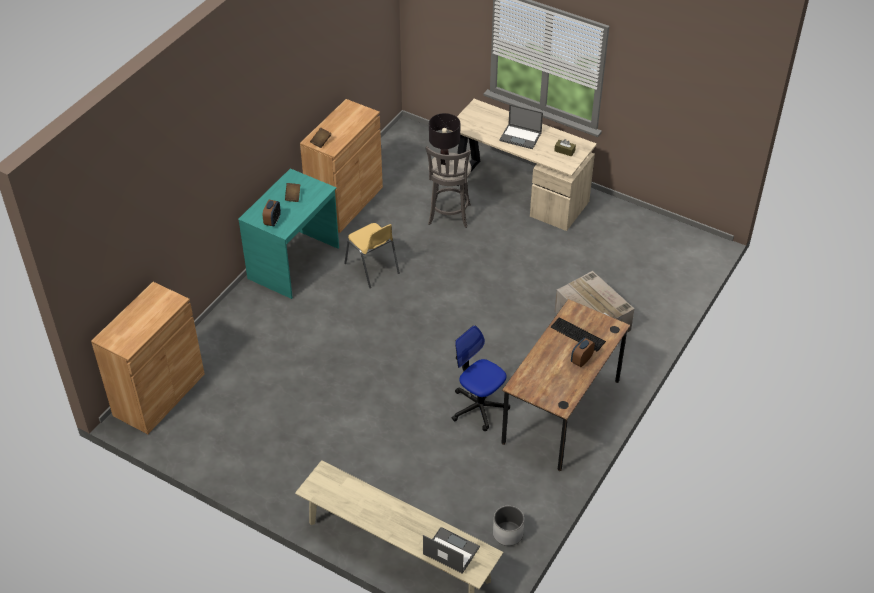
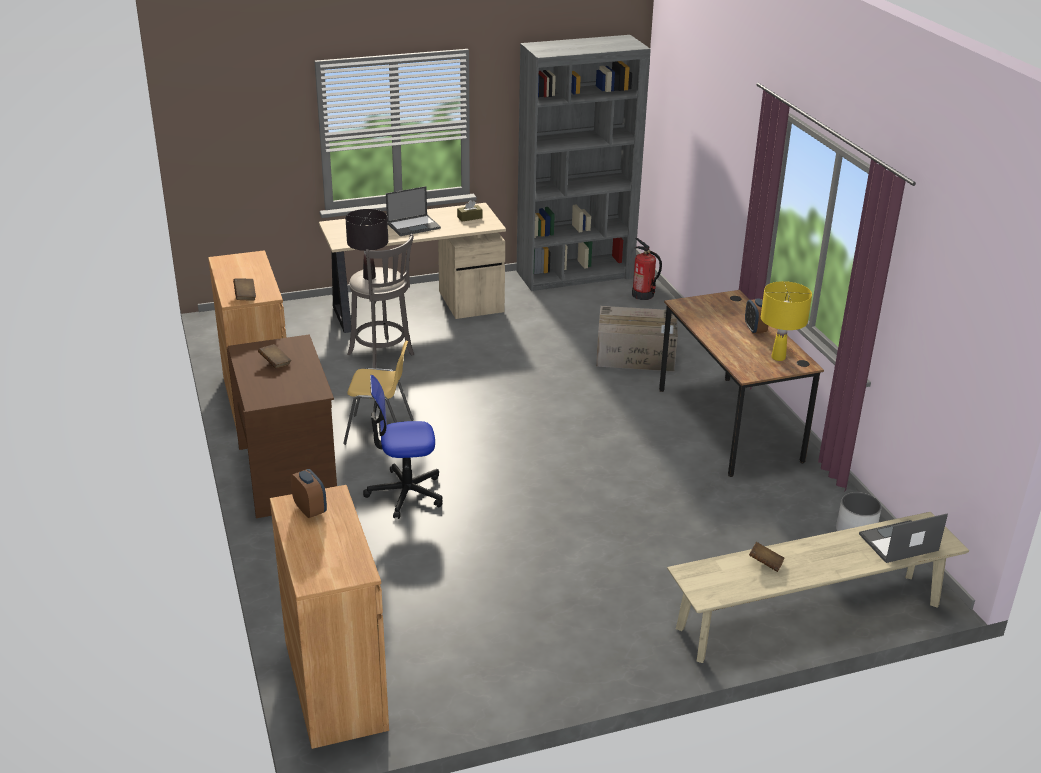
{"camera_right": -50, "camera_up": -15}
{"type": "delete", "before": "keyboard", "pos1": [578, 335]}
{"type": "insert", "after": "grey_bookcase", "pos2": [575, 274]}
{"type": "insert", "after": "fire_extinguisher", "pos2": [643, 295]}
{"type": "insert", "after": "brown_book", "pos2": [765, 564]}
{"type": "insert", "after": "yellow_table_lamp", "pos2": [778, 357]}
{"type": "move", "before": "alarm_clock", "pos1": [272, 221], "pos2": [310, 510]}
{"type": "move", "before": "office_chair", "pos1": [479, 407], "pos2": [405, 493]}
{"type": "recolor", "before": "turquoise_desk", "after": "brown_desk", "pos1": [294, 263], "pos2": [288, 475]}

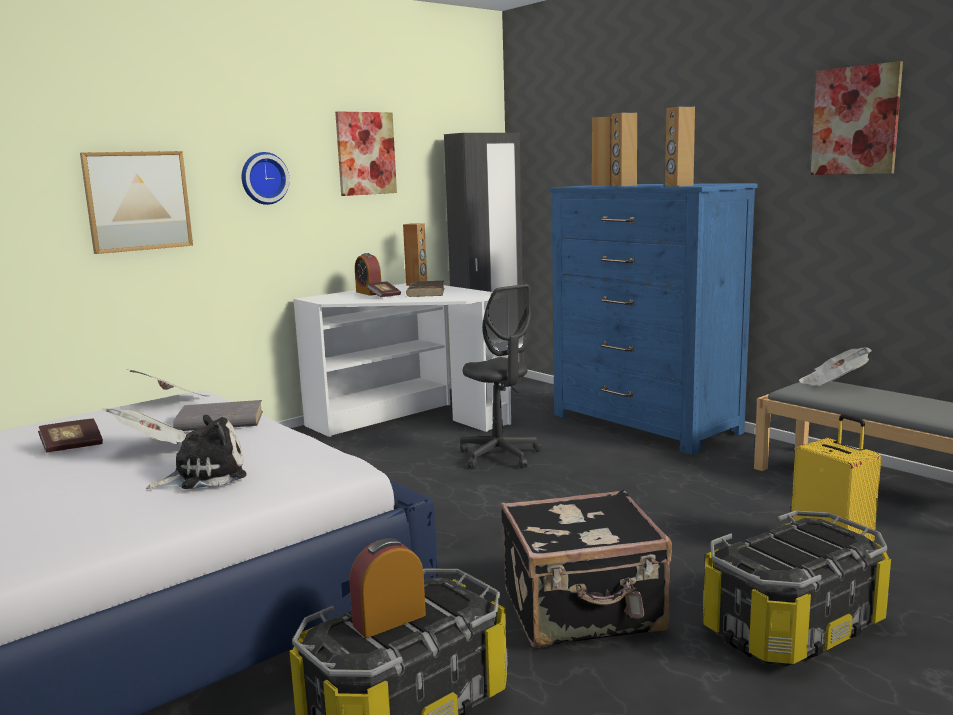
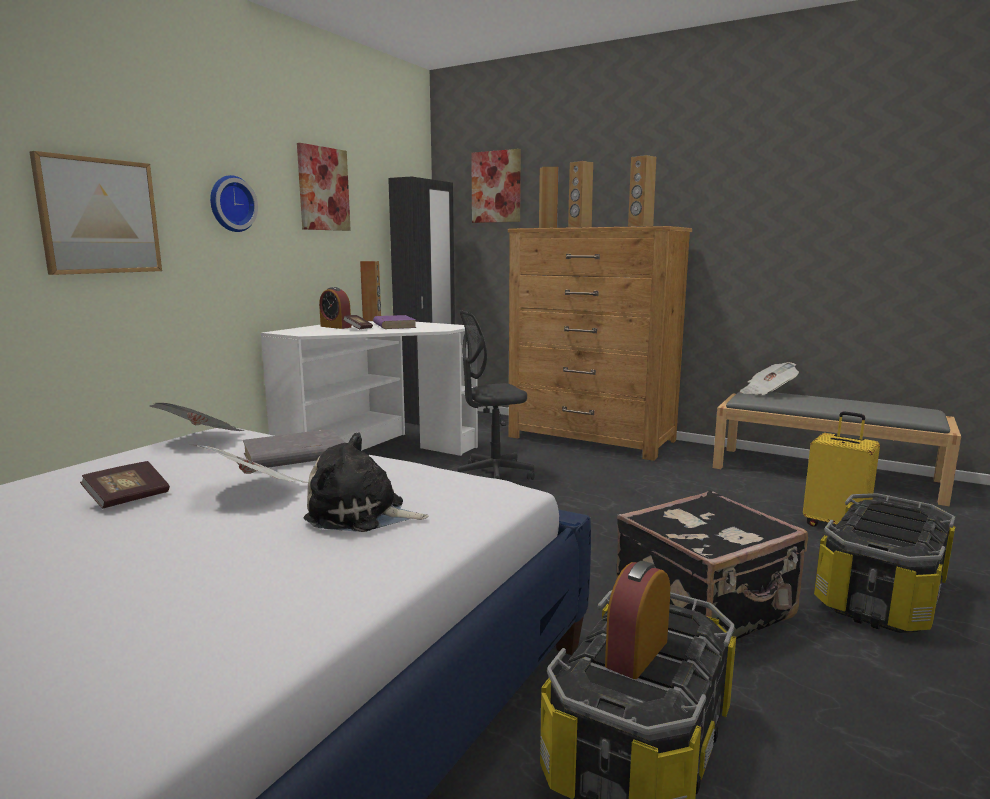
{"camera_right": -20, "camera_up": 0}
{"type": "move", "before": "picture", "pos1": [855, 121], "pos2": [496, 187]}
{"type": "recolor", "before": "brown_book", "after": "purple_book", "pos1": [425, 292], "pos2": [394, 325]}
{"type": "recolor", "before": "blue_dresser", "after": "brown_dresser", "pos1": [644, 424], "pos2": [591, 439]}
{"type": "rotate", "before": "plush_toy", "pos1": [204, 475], "pos2": [361, 514], "turn": -120}
{"type": "rotate", "before": "grey_office_chair", "pos1": [500, 456], "pos2": [493, 476], "turn": 120}

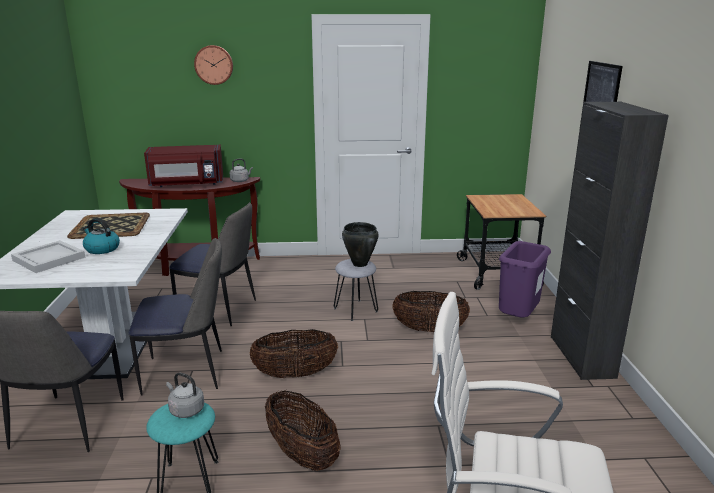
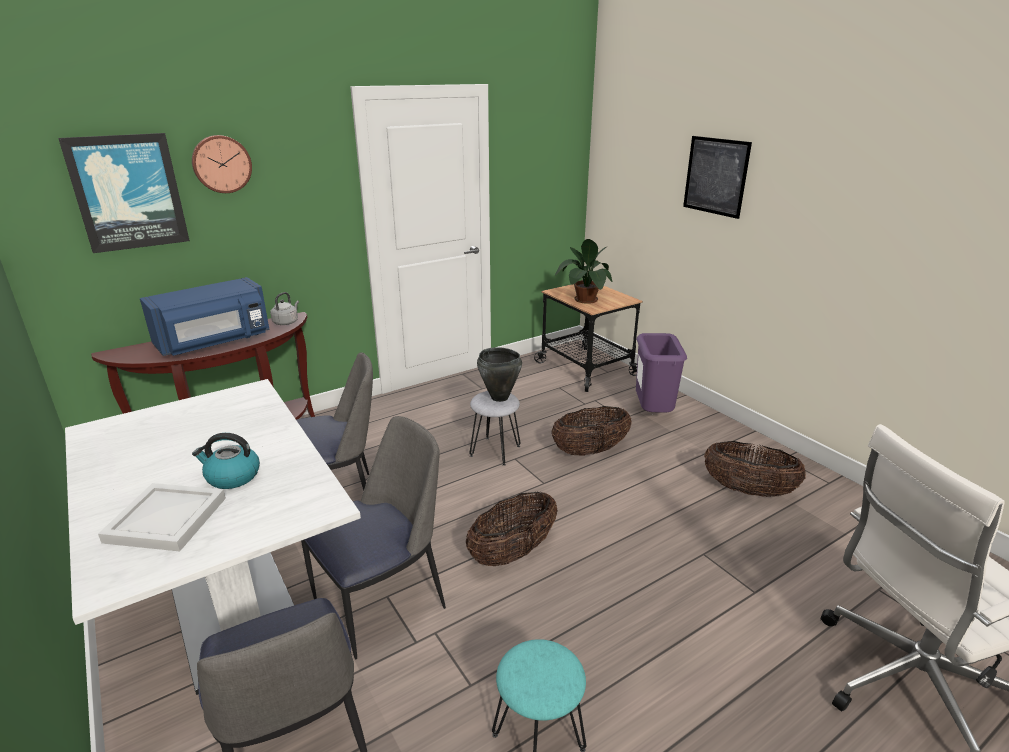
{"camera_right": -30, "camera_up": 5}
{"type": "delete", "before": "tray", "pos1": [111, 226]}
{"type": "delete", "before": "grey_kettle", "pos1": [185, 410]}
{"type": "delete", "before": "black_cabinet", "pos1": [582, 356]}
{"type": "insert", "after": "picture", "pos2": [128, 192]}
{"type": "insert", "after": "potted_plant", "pos2": [584, 300]}
{"type": "move", "before": "basket", "pos1": [302, 454], "pos2": [748, 490]}
{"type": "recolor", "before": "red_microwave", "after": "blue_microwave", "pos1": [186, 184], "pos2": [215, 342]}

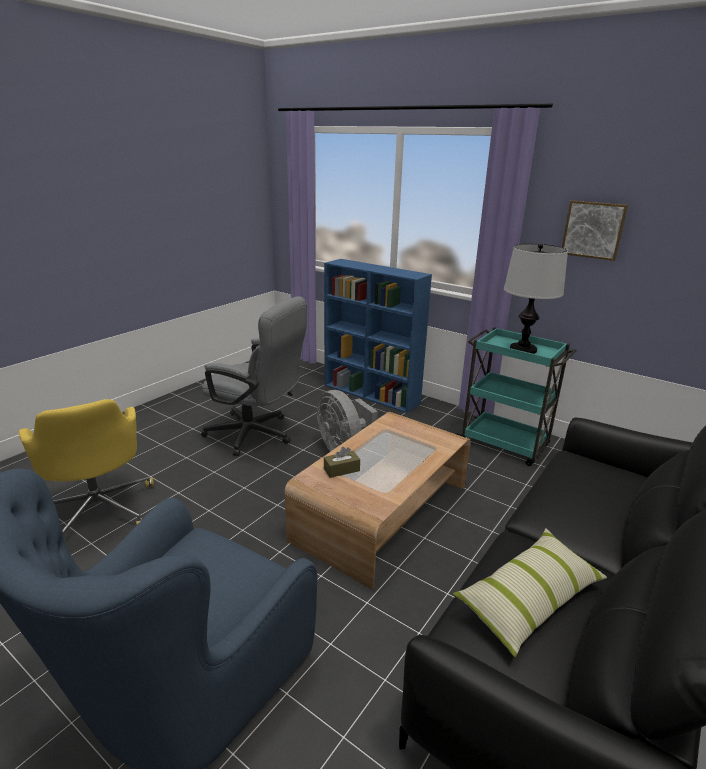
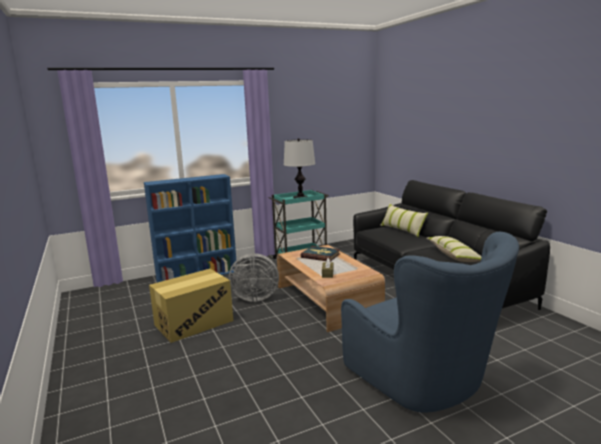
{"camera_right": -60, "camera_up": -10}
{"type": "delete", "before": "yellow_office_chair", "pos1": [99, 511]}
{"type": "delete", "before": "picture", "pos1": [593, 229]}
{"type": "insert", "after": "book", "pos2": [320, 255]}
{"type": "insert", "after": "pillow", "pos2": [402, 230]}
{"type": "replace", "before": "grey_office_chair", "after": "cardboard_box", "pos1": [257, 435], "pos2": [194, 323]}

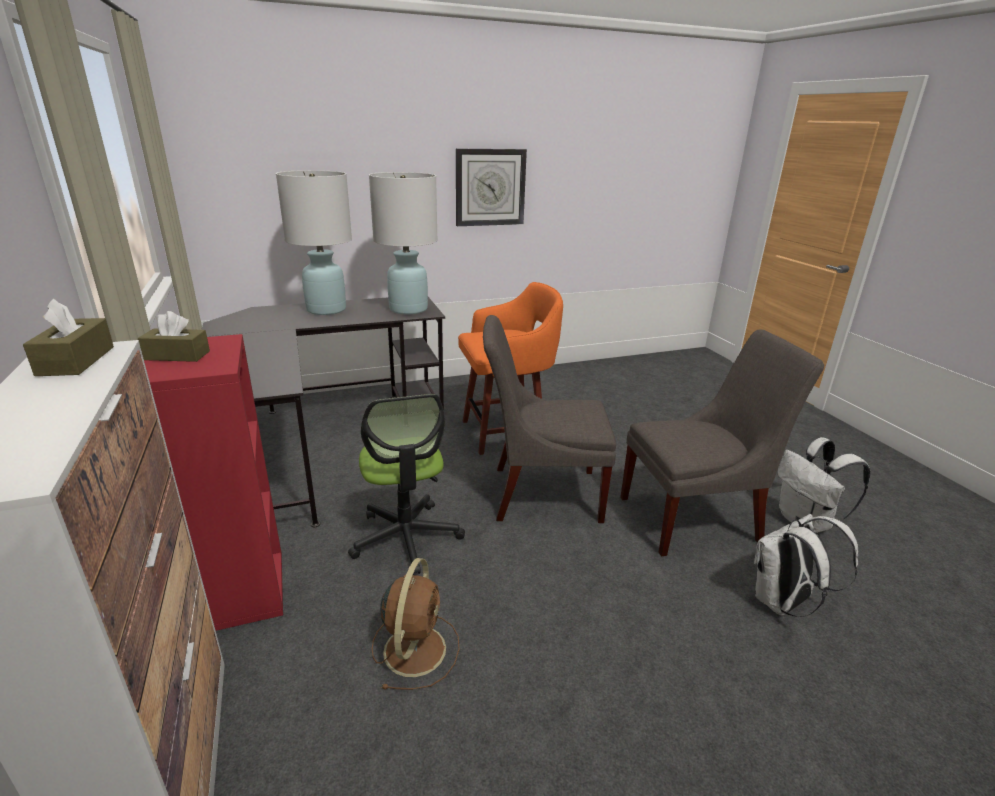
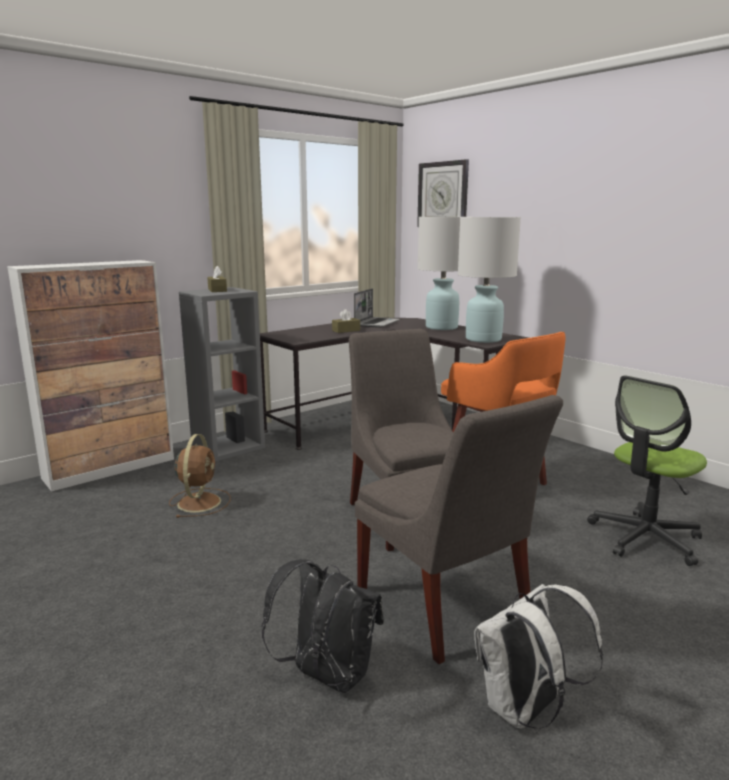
{"camera_right": 70, "camera_up": -10}
{"type": "insert", "after": "laptop", "pos2": [376, 323]}
{"type": "move", "before": "brown_tissue_box", "pos1": [76, 361], "pos2": [346, 330]}
{"type": "move", "before": "office_chair", "pos1": [406, 537], "pos2": [645, 538]}
{"type": "move", "before": "wall_clock", "pos1": [490, 187], "pos2": [443, 195]}
{"type": "recolor", "before": "red_bookcase", "after": "grey_bookcase", "pos1": [240, 590], "pos2": [228, 447]}
{"type": "recolor", "before": "white_backpack", "after": "black_backpack", "pos1": [782, 603], "pos2": [326, 677]}
{"type": "rotate", "before": "brown_fan", "pos1": [415, 647], "pos2": [200, 502], "turn": -75}

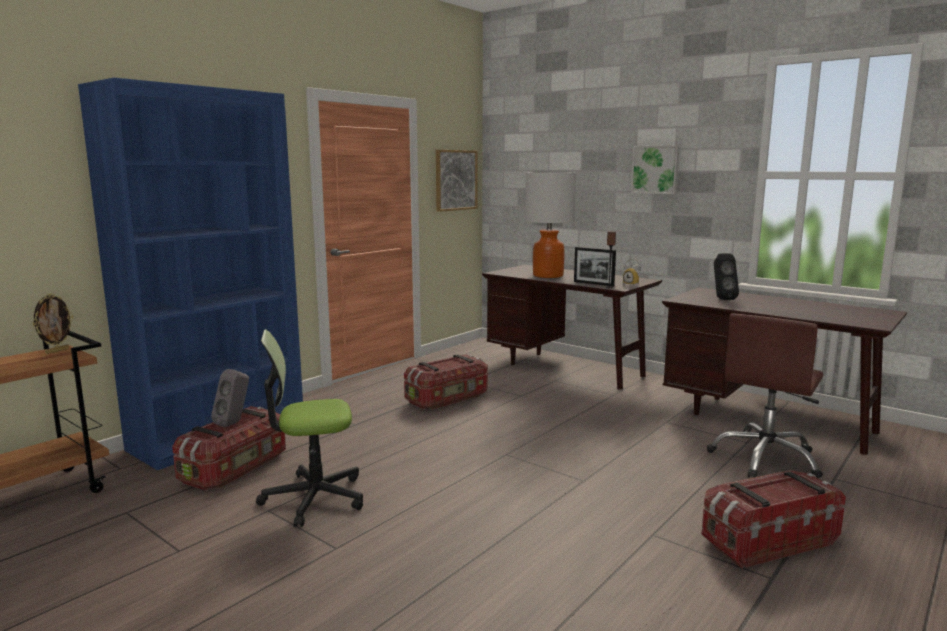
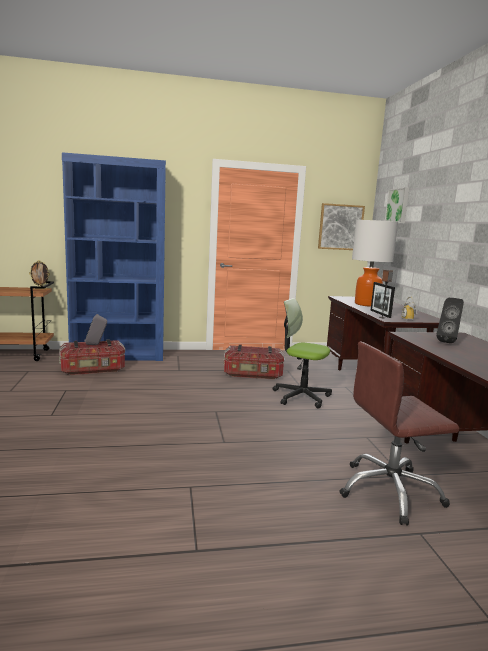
{"camera_right": 40, "camera_up": 0}
{"type": "delete", "before": "storage_box", "pos1": [767, 541]}
{"type": "move", "before": "office_chair", "pos1": [314, 498], "pos2": [301, 396]}
{"type": "move", "before": "picture", "pos1": [655, 169], "pos2": [398, 206]}

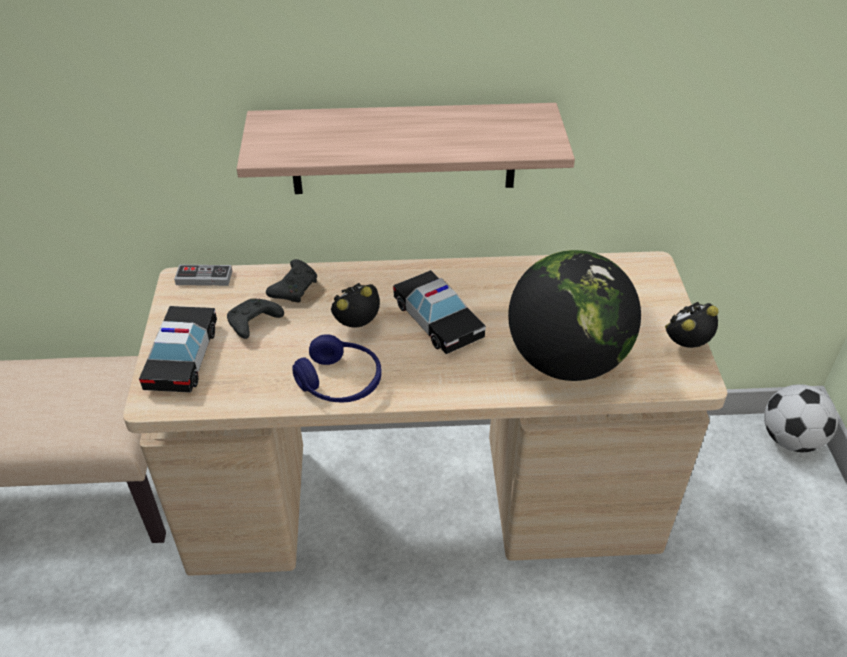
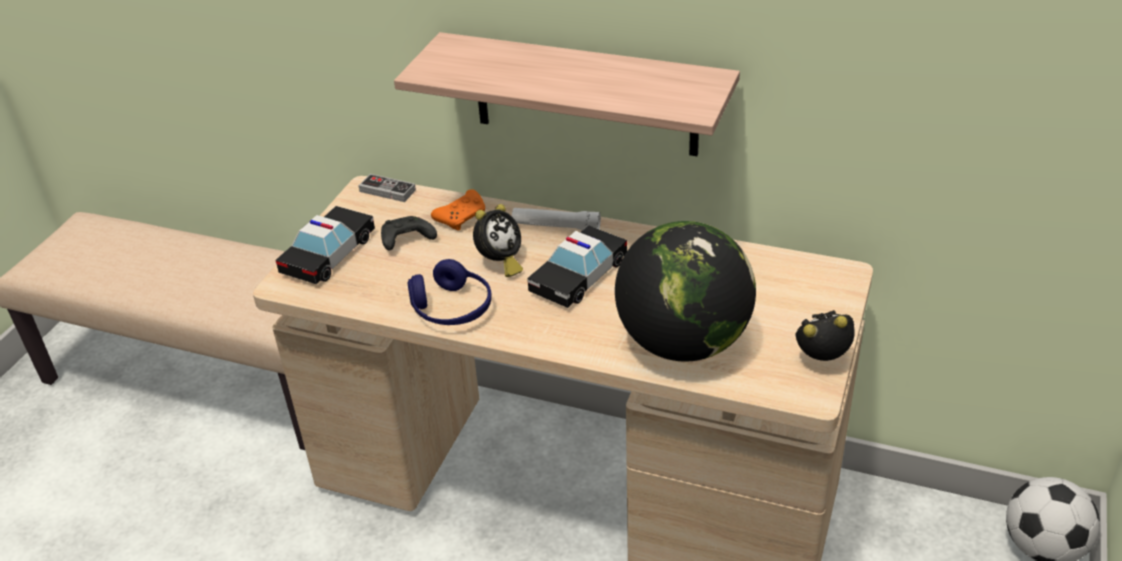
{"camera_right": 25, "camera_up": -5}
{"type": "insert", "after": "white_flashlight", "pos2": [556, 226]}
{"type": "recolor", "before": "black_game_controller", "after": "orange_game_controller", "pos1": [295, 288], "pos2": [462, 217]}
{"type": "rotate", "before": "alarm_clock", "pos1": [358, 325], "pos2": [500, 263], "turn": 135}
{"type": "rotate", "before": "toy_car", "pos1": [437, 320], "pos2": [578, 276], "turn": 45}

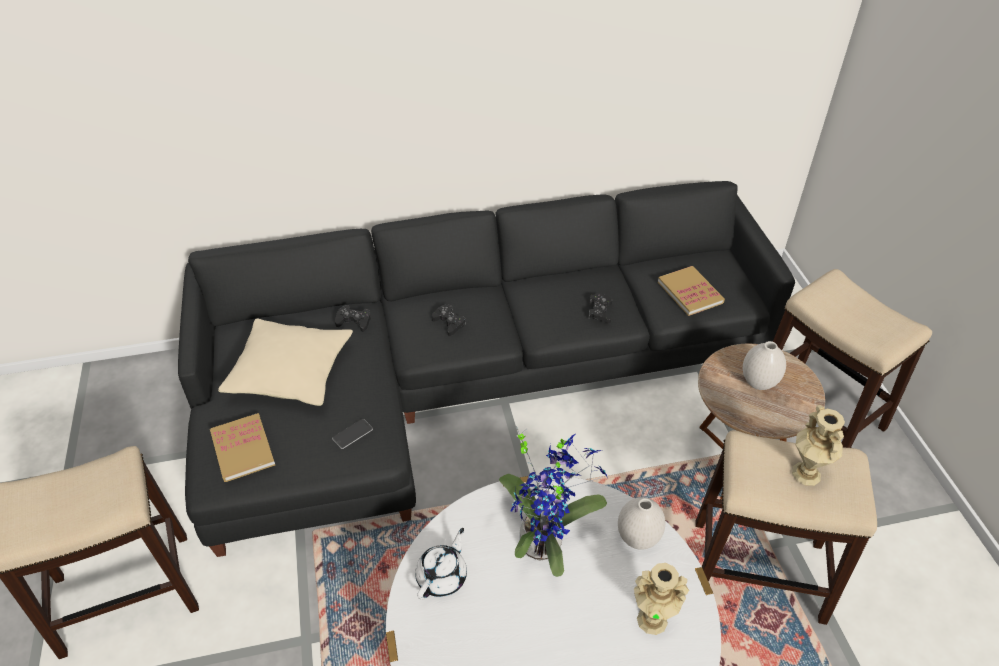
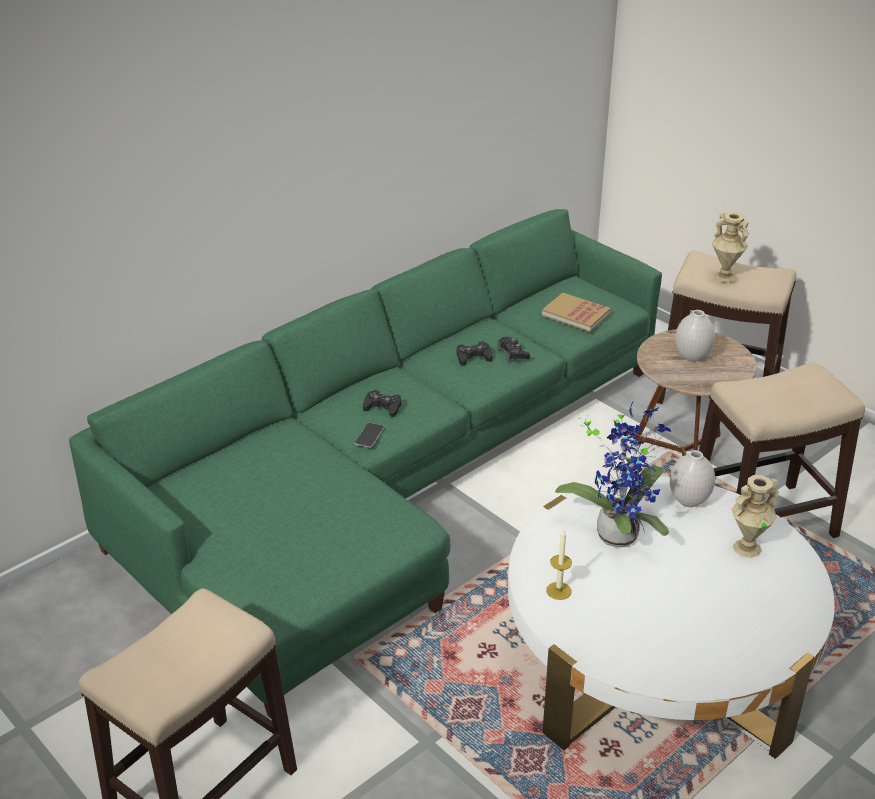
{"camera_right": -30, "camera_up": -10}
{"type": "delete", "before": "book", "pos1": [243, 449]}
{"type": "delete", "before": "beige_pillow", "pos1": [290, 373]}
{"type": "move", "before": "phone", "pos1": [352, 434], "pos2": [369, 435]}
{"type": "move", "before": "black_game_controller", "pos1": [354, 321], "pos2": [473, 357]}
{"type": "move", "before": "beige_vase", "pos1": [805, 473], "pos2": [724, 277]}
{"type": "replace", "before": "white_teapot", "after": "candle", "pos1": [442, 576], "pos2": [558, 590]}
{"type": "recolor", "before": "black_sofa", "after": "green_sofa", "pos1": [461, 381], "pos2": [387, 482]}

